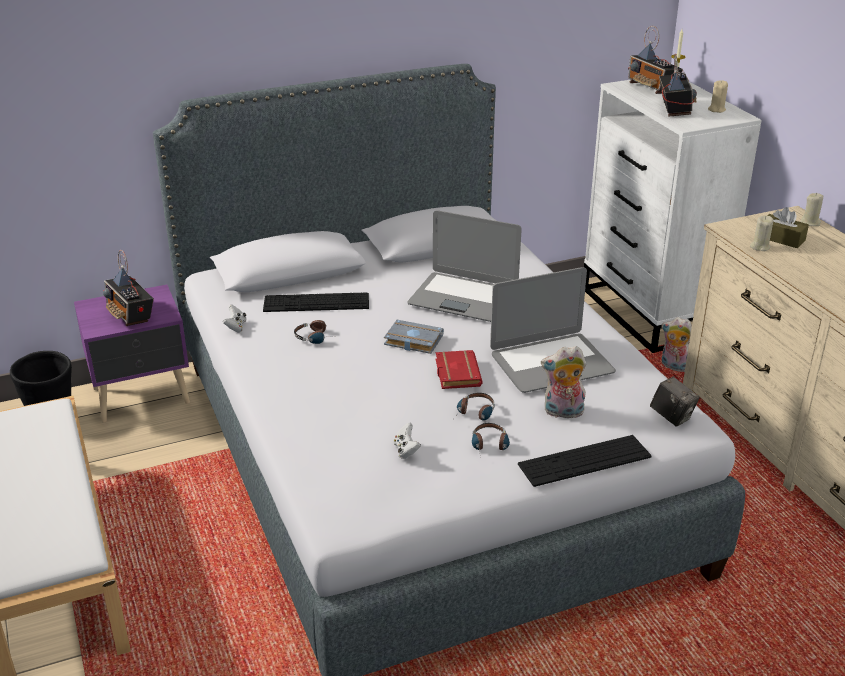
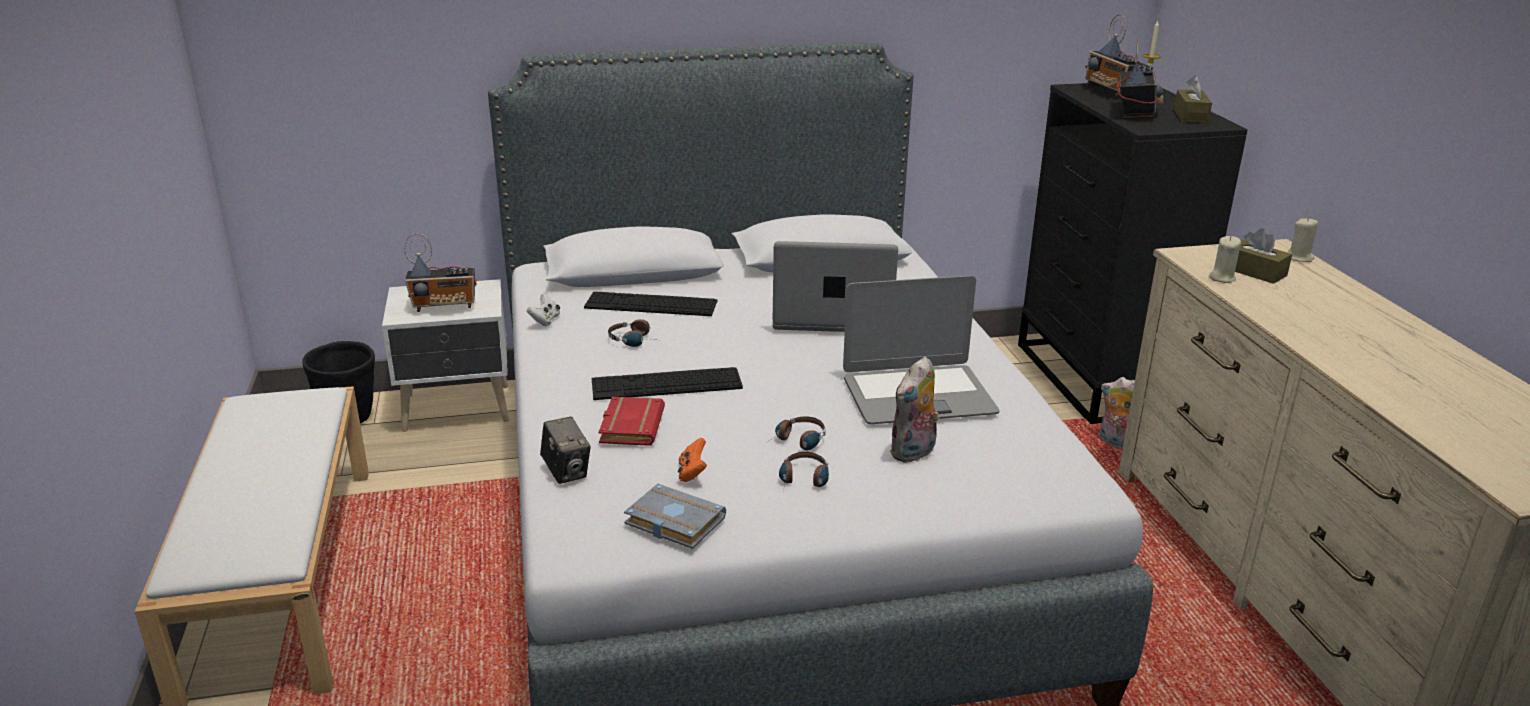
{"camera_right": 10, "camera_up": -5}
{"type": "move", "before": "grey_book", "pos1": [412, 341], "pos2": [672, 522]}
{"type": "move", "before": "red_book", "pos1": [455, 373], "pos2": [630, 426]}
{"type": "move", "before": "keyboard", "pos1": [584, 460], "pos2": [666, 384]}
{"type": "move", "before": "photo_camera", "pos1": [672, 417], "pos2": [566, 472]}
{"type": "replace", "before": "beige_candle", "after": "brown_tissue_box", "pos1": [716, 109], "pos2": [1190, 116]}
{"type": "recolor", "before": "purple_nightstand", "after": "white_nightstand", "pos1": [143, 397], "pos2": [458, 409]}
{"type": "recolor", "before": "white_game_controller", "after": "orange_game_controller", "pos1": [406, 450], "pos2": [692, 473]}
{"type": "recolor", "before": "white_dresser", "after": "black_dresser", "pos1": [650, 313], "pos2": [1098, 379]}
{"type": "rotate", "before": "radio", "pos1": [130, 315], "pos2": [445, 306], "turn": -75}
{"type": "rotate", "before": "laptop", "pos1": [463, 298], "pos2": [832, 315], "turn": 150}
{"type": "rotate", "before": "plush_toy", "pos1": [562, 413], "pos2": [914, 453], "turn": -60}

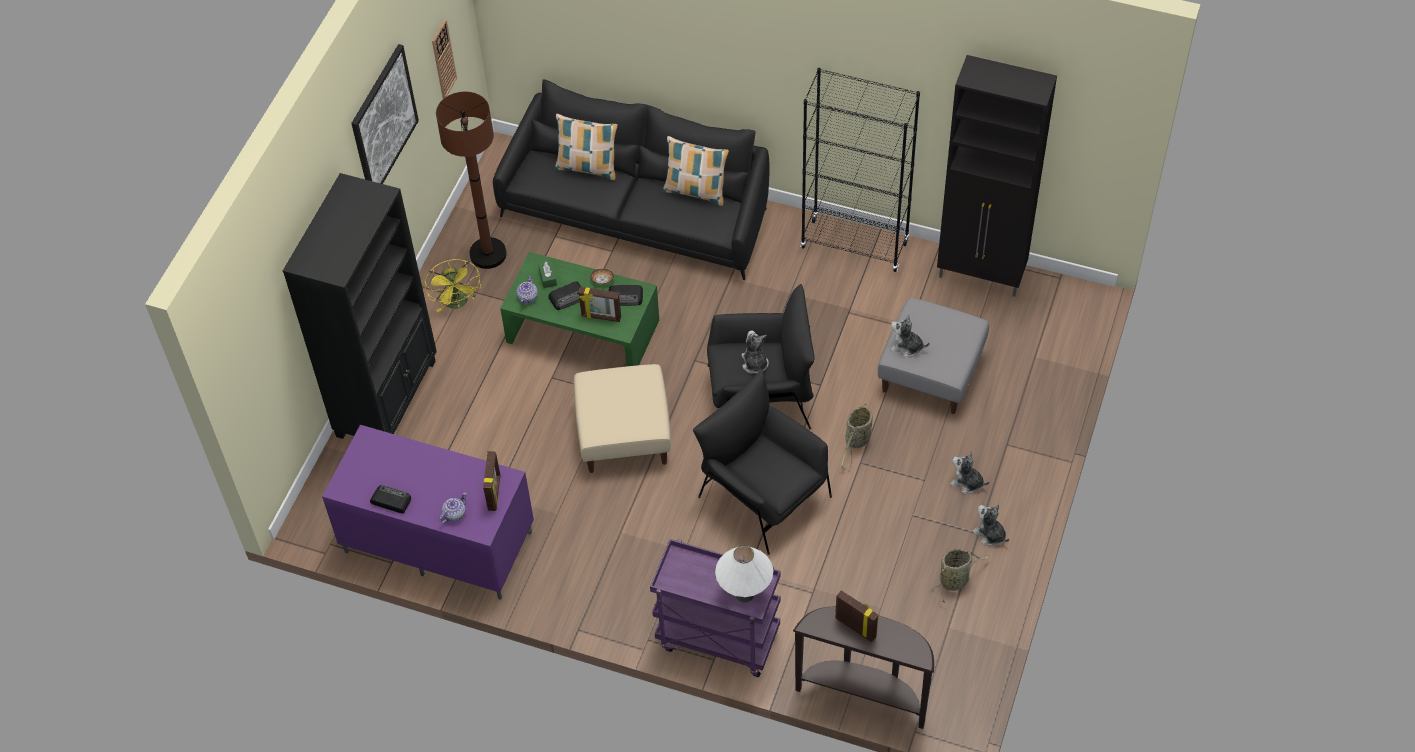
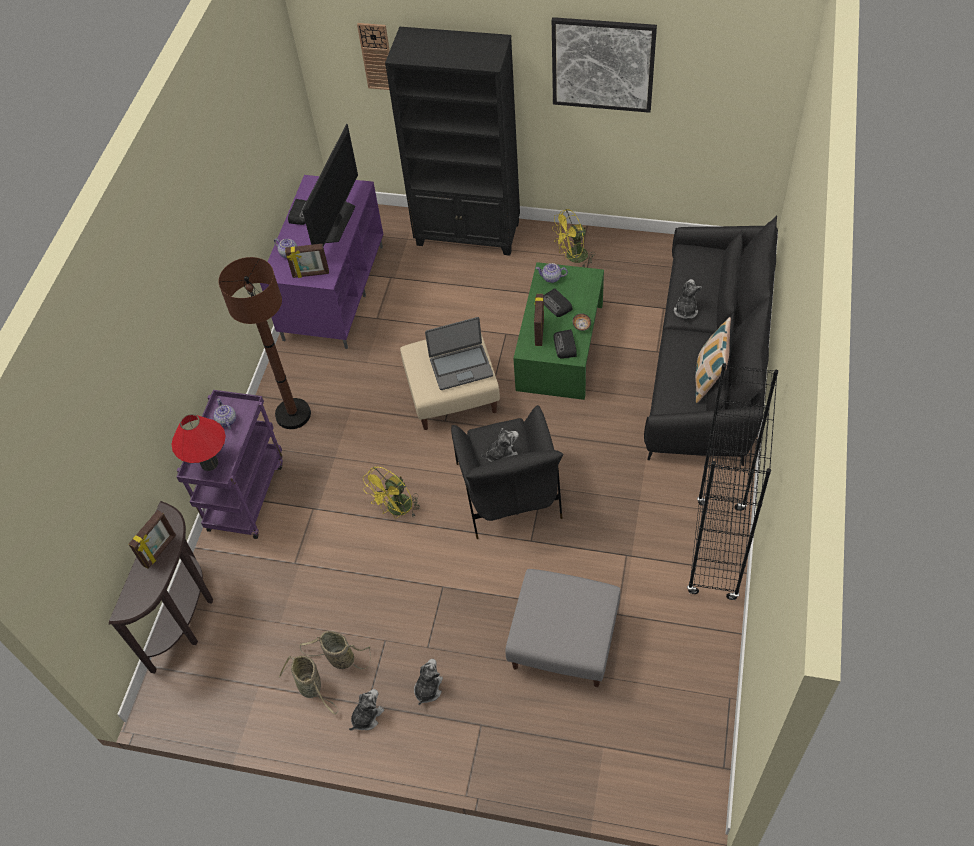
{"camera_right": 85, "camera_up": 0}
{"type": "delete", "before": "green_tissue_box", "pos1": [547, 277]}
{"type": "delete", "before": "pillow", "pos1": [587, 167]}
{"type": "delete", "before": "black_cabinet", "pos1": [982, 275]}
{"type": "insert", "after": "teapot", "pos2": [226, 421]}
{"type": "insert", "after": "television", "pos2": [337, 222]}
{"type": "insert", "after": "laptop", "pos2": [461, 367]}
{"type": "move", "before": "wall_clock", "pos1": [443, 59], "pos2": [377, 56]}
{"type": "move", "before": "brown_floor_lamp", "pos1": [488, 254], "pos2": [293, 414]}
{"type": "move", "before": "basket", "pos1": [857, 441], "pos2": [339, 658]}
{"type": "move", "before": "plush_toy", "pos1": [907, 347], "pos2": [685, 310]}
{"type": "replace", "before": "black_armchair", "after": "yellow_fan", "pos1": [763, 496], "pos2": [396, 510]}
{"type": "recolor", "before": "white_table_lamp", "after": "red_table_lamp", "pos1": [744, 594], "pos2": [209, 463]}

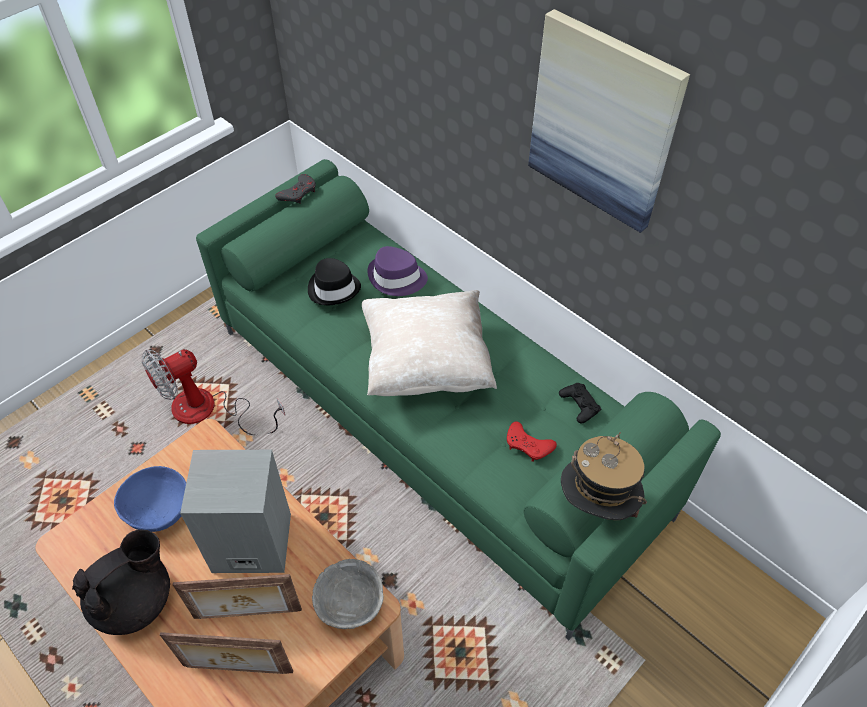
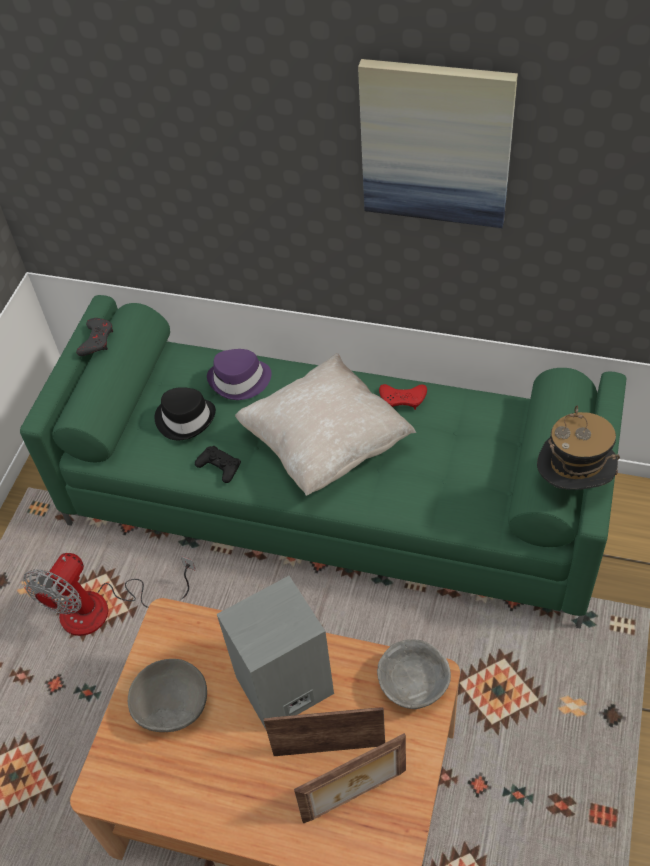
{"camera_right": -25, "camera_up": 0}
{"type": "delete", "before": "black_teapot", "pos1": [135, 600]}
{"type": "move", "before": "red_game_controller", "pos1": [528, 445], "pos2": [403, 399]}
{"type": "move", "before": "black_game_controller", "pos1": [579, 405], "pos2": [219, 466]}
{"type": "recolor", "before": "blue_bowl", "after": "grey_bowl", "pos1": [160, 511], "pos2": [174, 707]}
{"type": "rotate", "before": "picture_frame", "pos1": [247, 615], "pos2": [329, 747], "turn": -150}

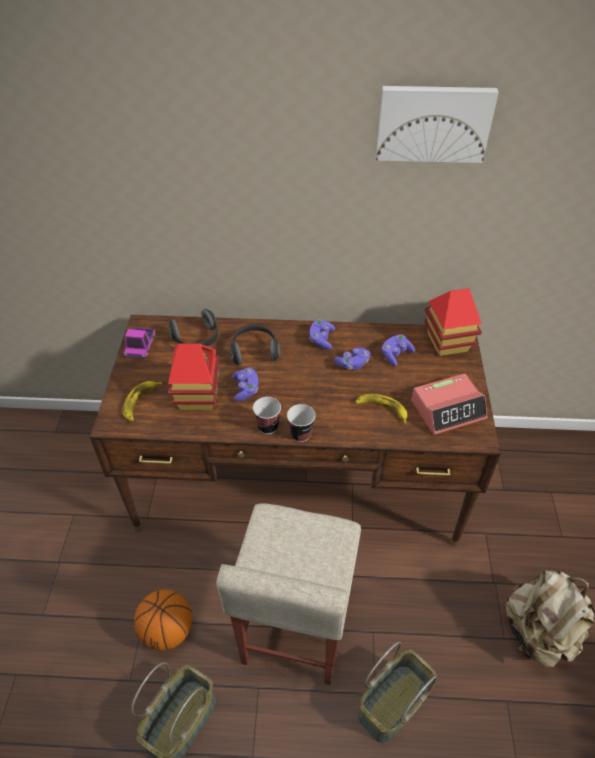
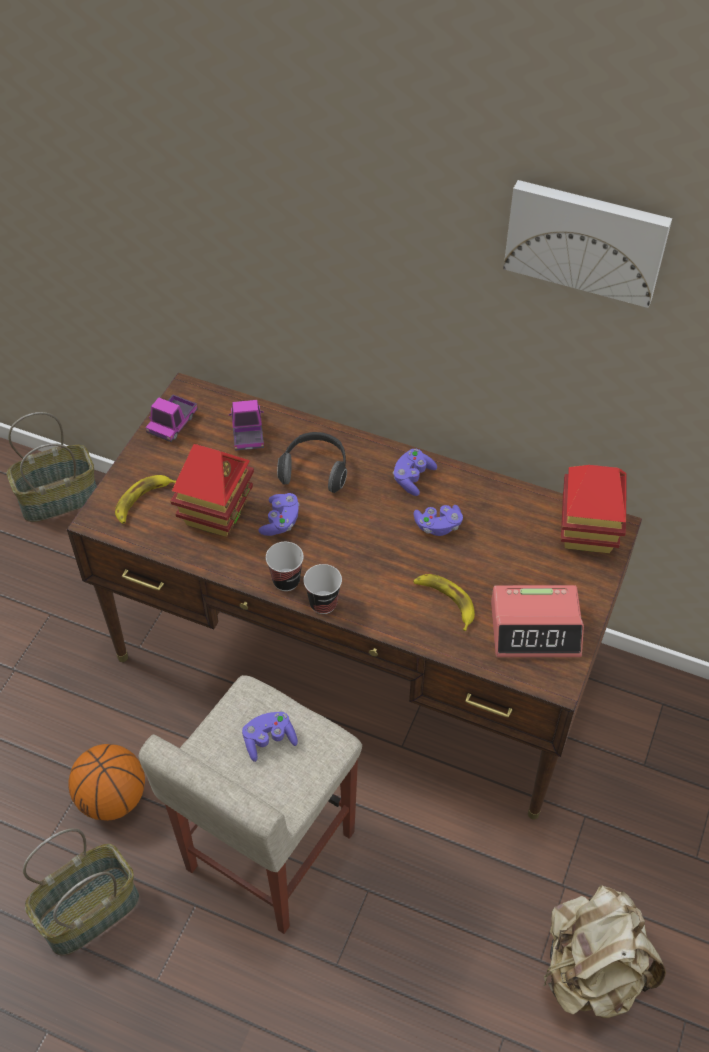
{"camera_right": 20, "camera_up": 5}
{"type": "move", "before": "basket", "pos1": [392, 702], "pos2": [59, 497]}
{"type": "move", "before": "purple_game_controller", "pos1": [395, 355], "pos2": [269, 740]}
{"type": "replace", "before": "headphones", "after": "toy_truck", "pos1": [197, 339], "pos2": [248, 433]}

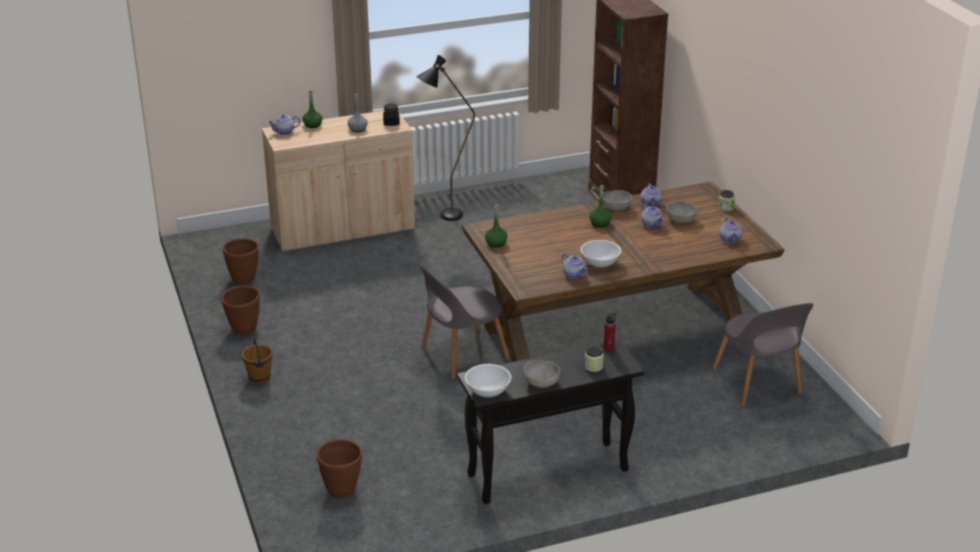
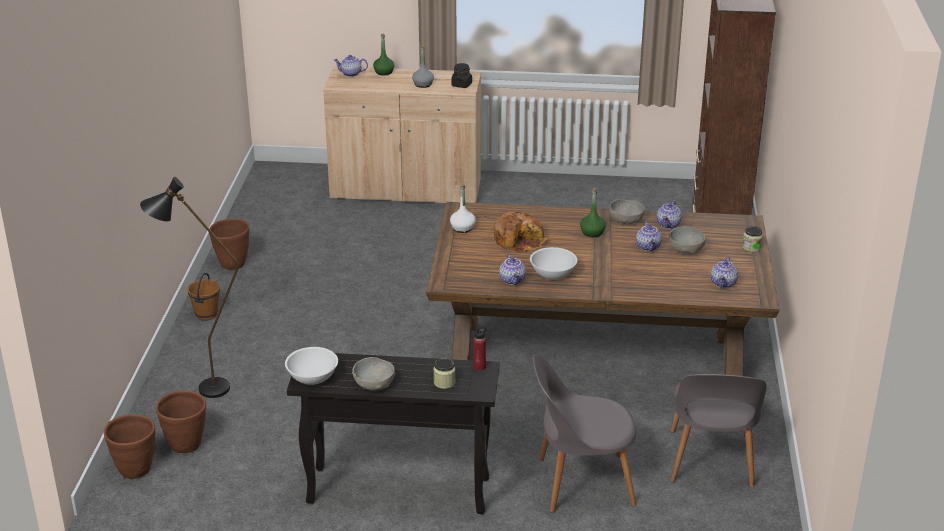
{"camera_right": 25, "camera_up": 0}
{"type": "insert", "after": "bread", "pos2": [519, 240]}
{"type": "move", "before": "brown_planter", "pos1": [244, 279], "pos2": [136, 470]}
{"type": "move", "before": "black_floor_lamp", "pos1": [444, 217], "pos2": [202, 390]}
{"type": "move", "before": "grey_chair", "pos1": [461, 355], "pos2": [580, 482]}
{"type": "recolor", "before": "green_bottle", "after": "white_bottle", "pos1": [496, 243], "pos2": [462, 228]}

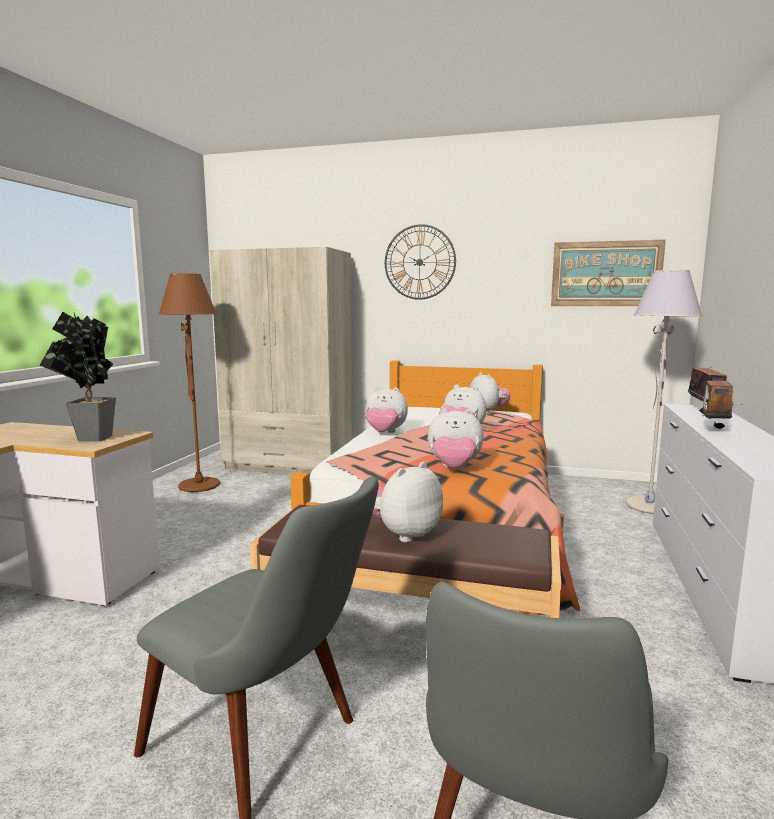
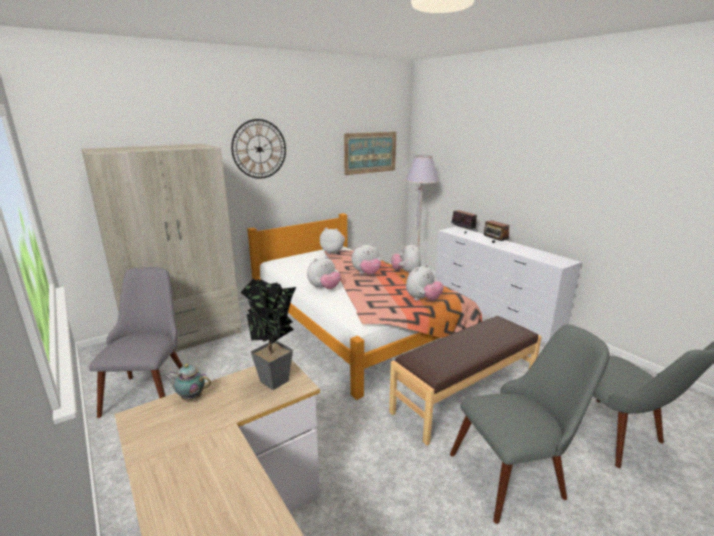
{"camera_right": -50, "camera_up": 10}
{"type": "insert", "after": "teapot", "pos2": [190, 398]}
{"type": "move", "before": "plush_toy", "pos1": [404, 534], "pos2": [406, 272]}
{"type": "replace", "before": "brown_floor_lamp", "after": "grey_chair", "pos1": [199, 486], "pos2": [151, 388]}

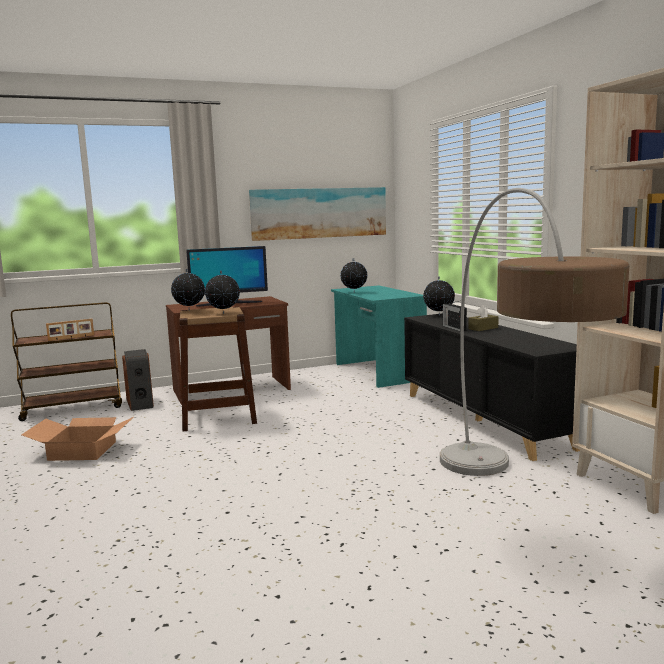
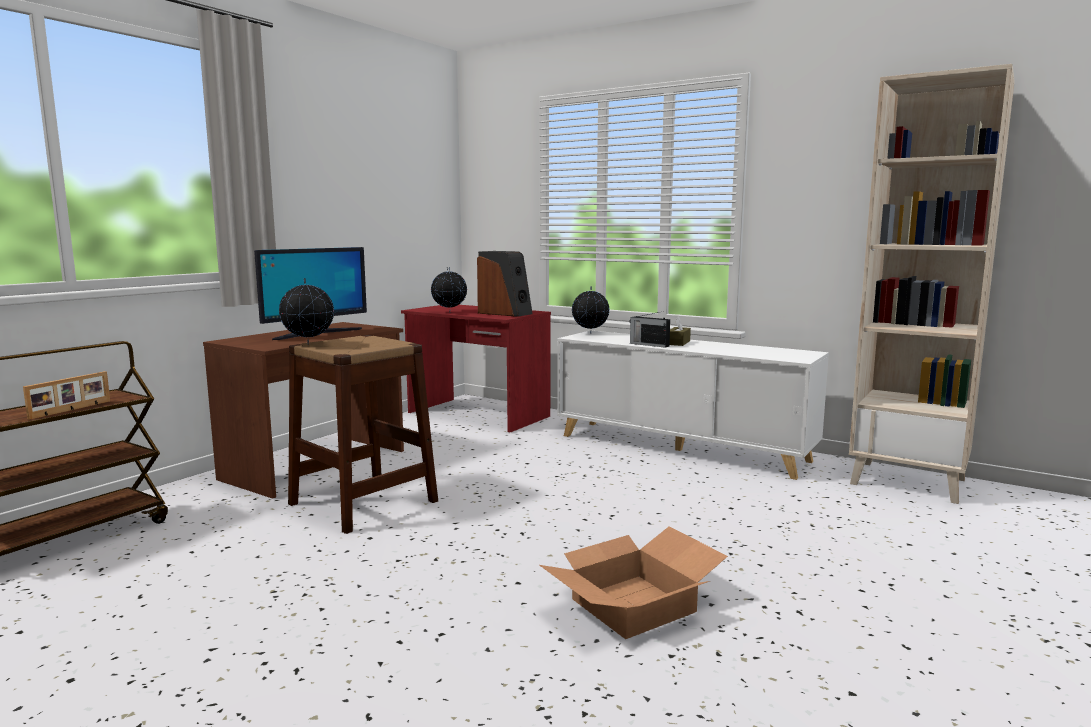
{"camera_right": -35, "camera_up": 0}
{"type": "delete", "before": "globe", "pos1": [223, 313]}
{"type": "delete", "before": "picture", "pos1": [319, 213]}
{"type": "delete", "before": "floor_lamp", "pos1": [513, 504]}
{"type": "move", "before": "cardboard_box", "pos1": [84, 450], "pos2": [633, 604]}
{"type": "move", "before": "speaker", "pos1": [141, 403], "pos2": [505, 313]}
{"type": "recolor", "before": "turquoise_desk", "after": "red_desk", "pos1": [378, 372], "pos2": [477, 415]}
{"type": "recolor", "before": "black_cabinet", "after": "white_cabinet", "pos1": [484, 419], "pos2": [682, 448]}

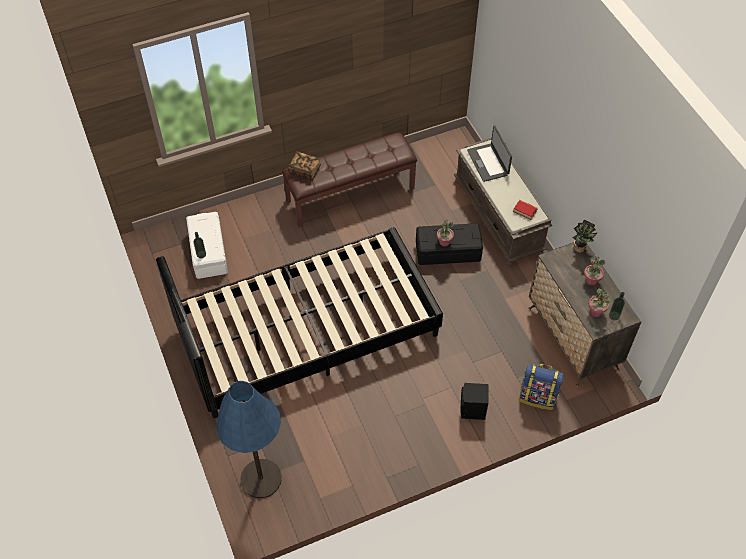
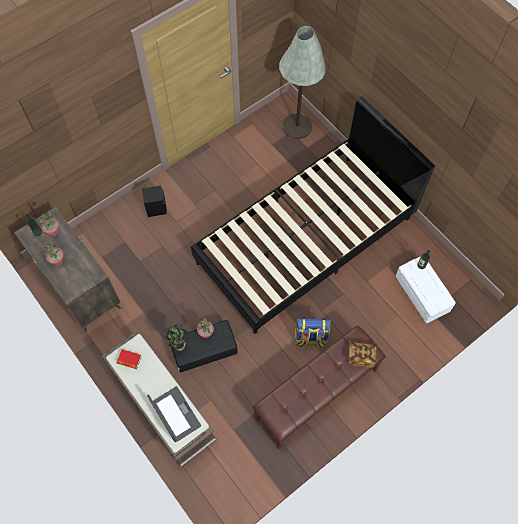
{"camera_right": 165, "camera_up": 10}
{"type": "move", "before": "backpack", "pos1": [538, 397], "pos2": [310, 338]}
{"type": "move", "before": "potted_plant", "pos1": [580, 249], "pos2": [178, 344]}
{"type": "recolor", "before": "blue_floor_lamp", "after": "grey_floor_lamp", "pos1": [261, 479], "pos2": [297, 126]}

